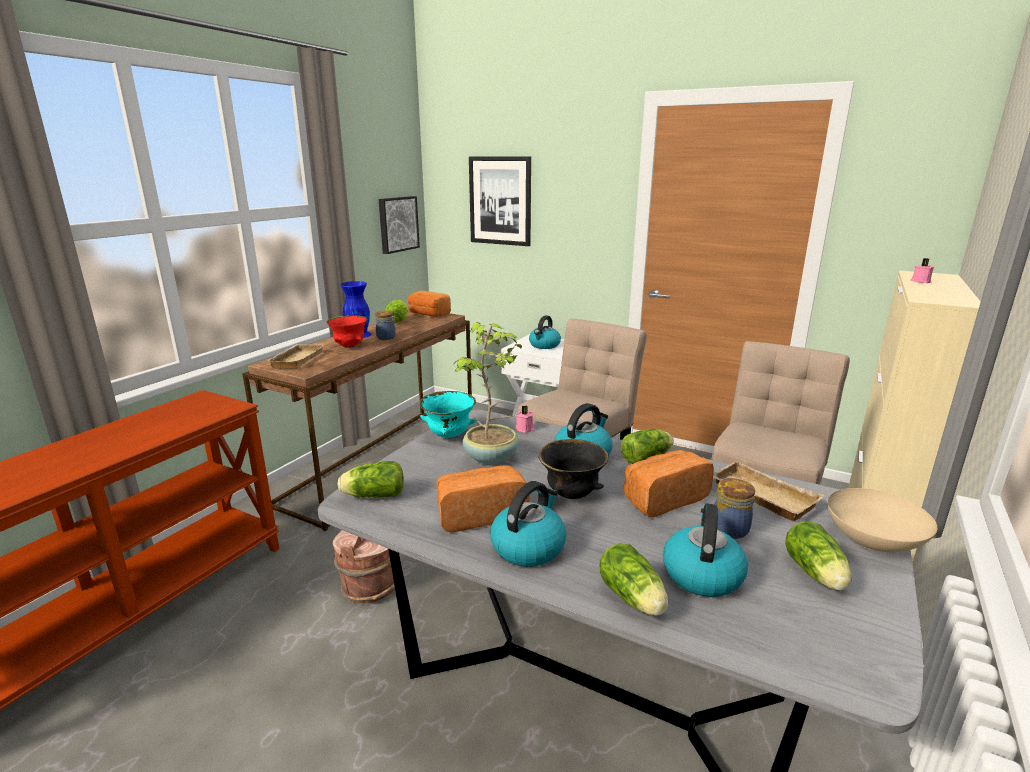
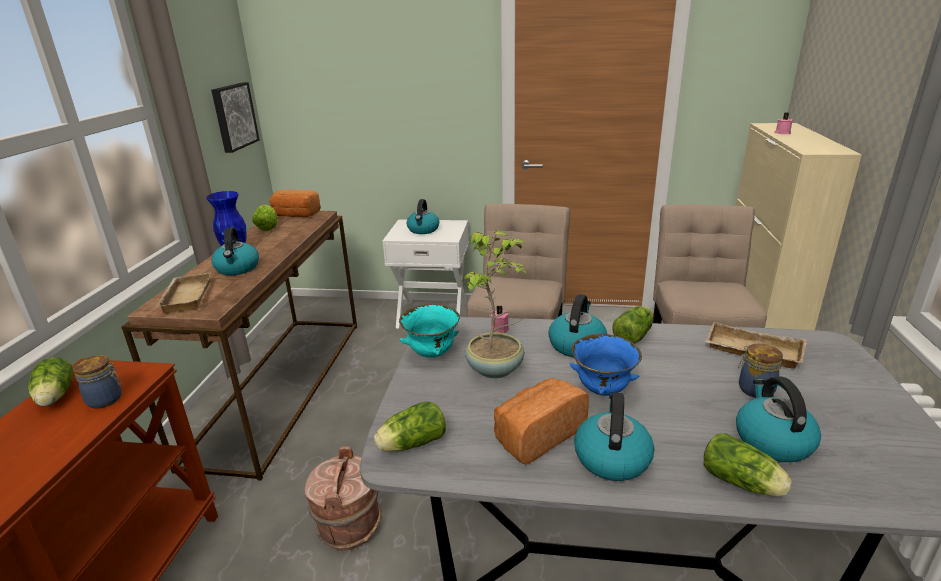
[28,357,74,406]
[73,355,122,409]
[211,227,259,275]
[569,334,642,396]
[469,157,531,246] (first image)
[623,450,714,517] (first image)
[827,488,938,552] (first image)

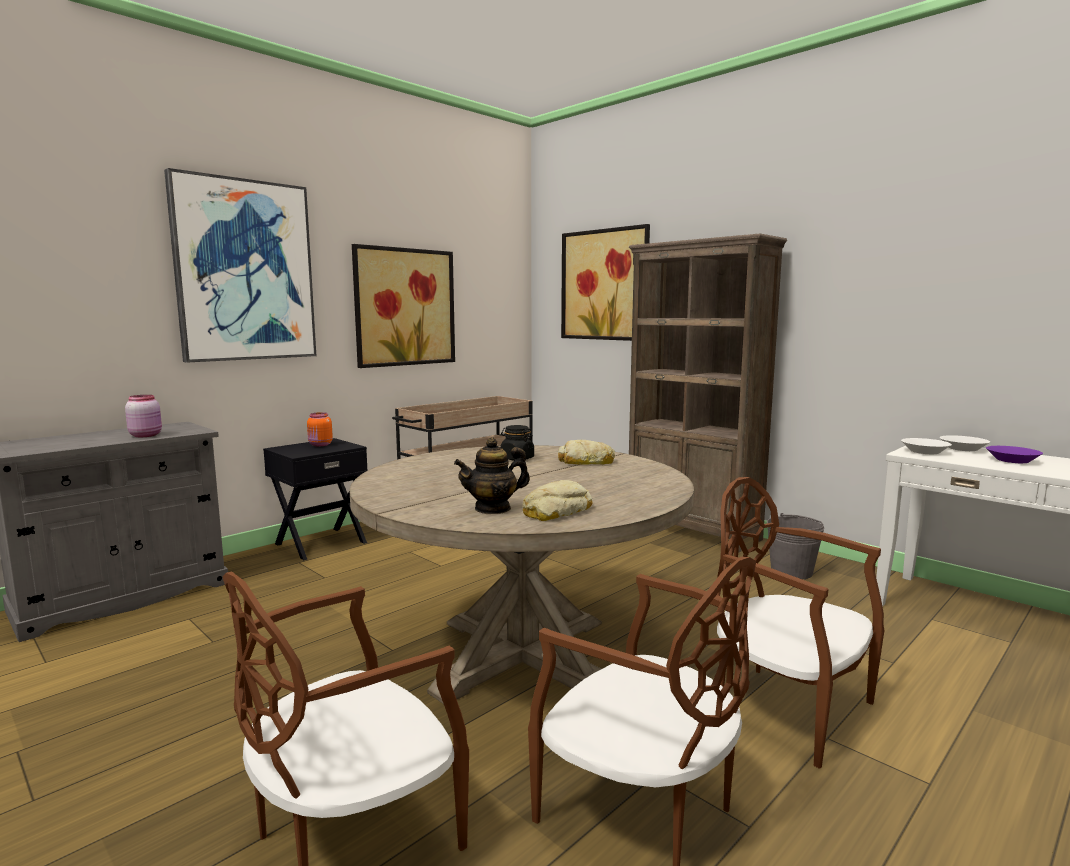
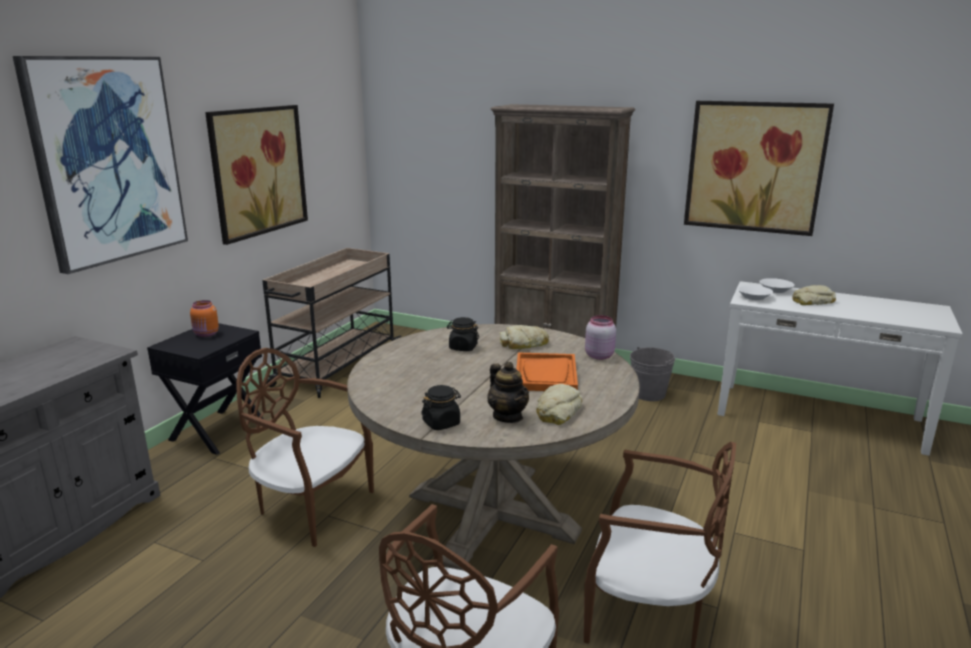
[236,348,374,547]
[421,385,461,430]
[487,362,529,423]
[516,352,578,391]
[585,315,616,360]
[684,101,834,236]
[792,285,836,305]

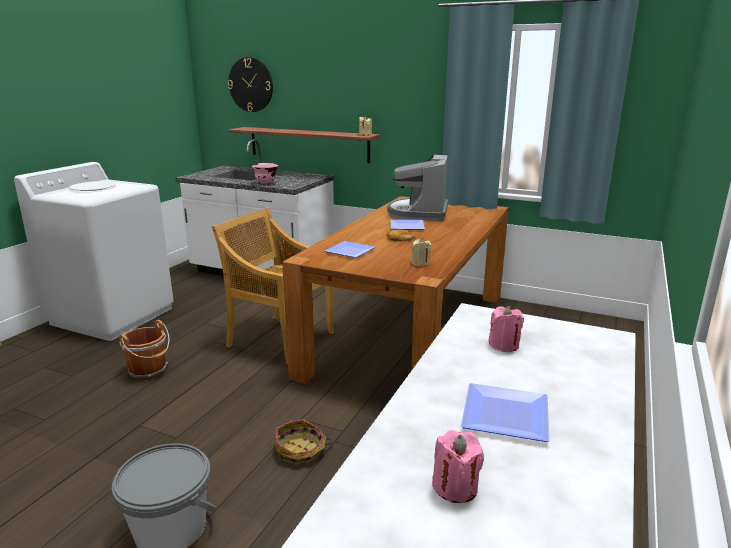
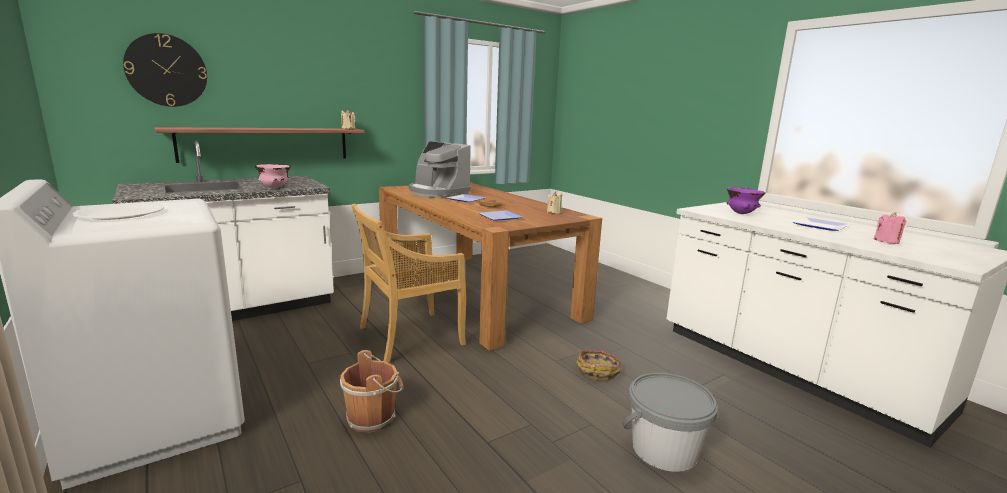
[727,187,765,214]

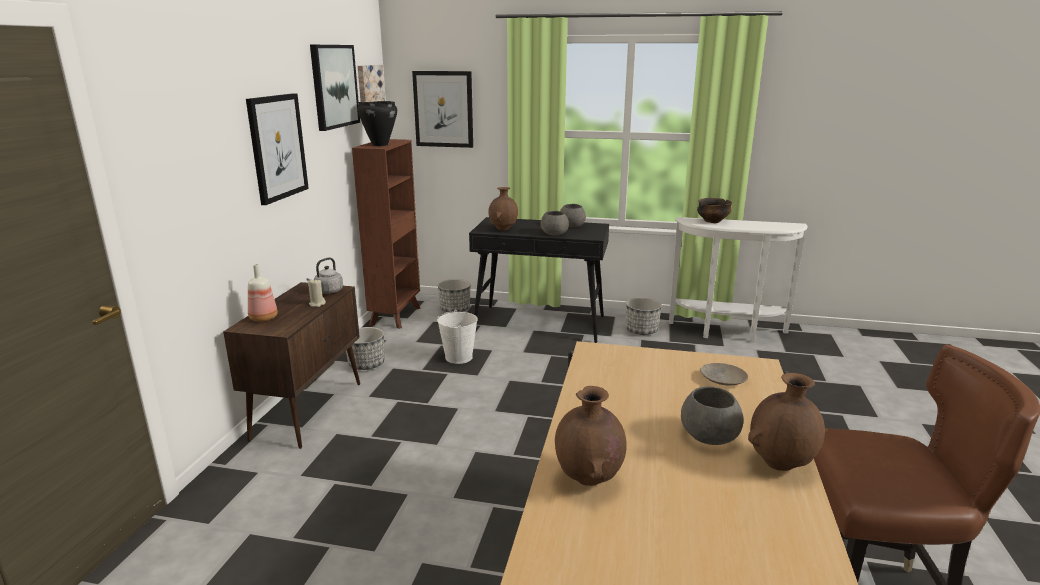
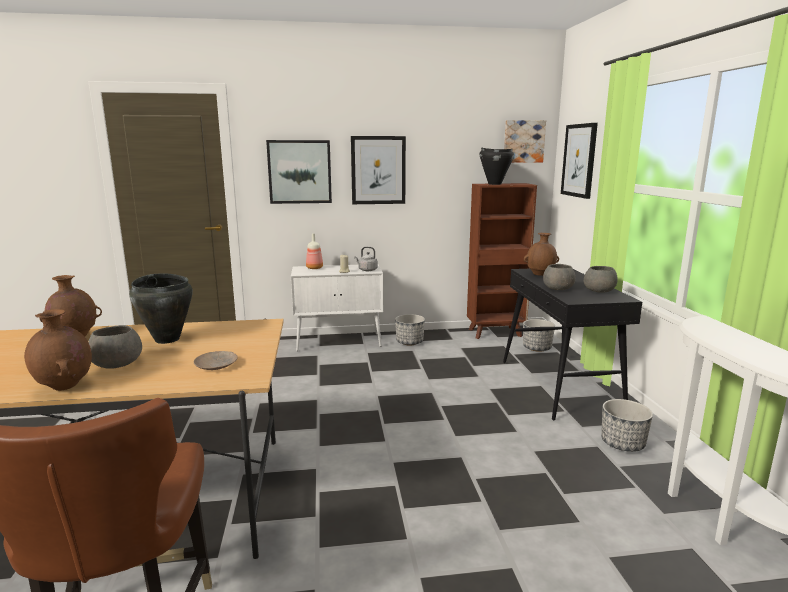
[129,273,193,344]
[266,140,332,204]
[291,264,383,351]
[437,310,478,364] (first image)
[697,198,732,223] (first image)

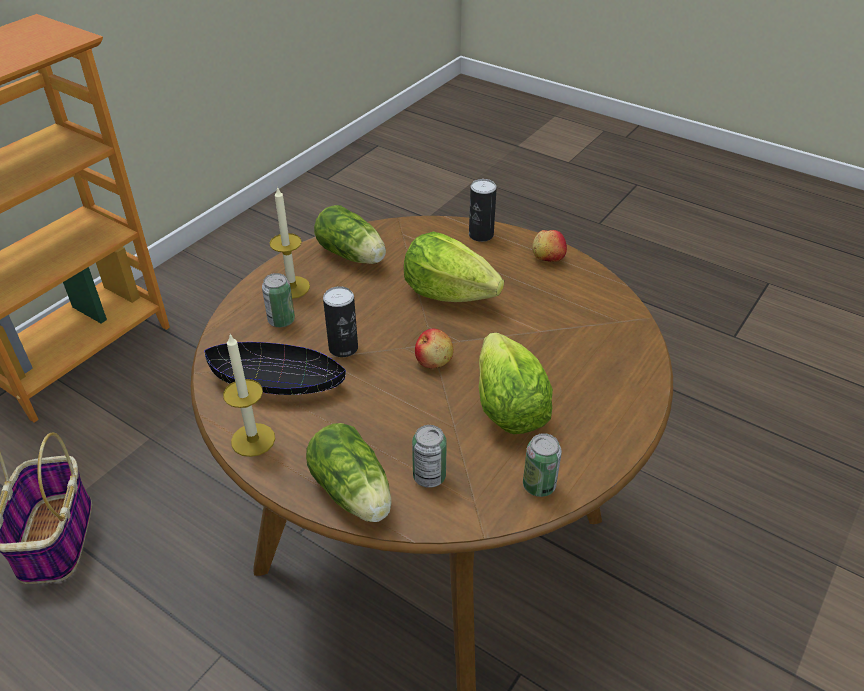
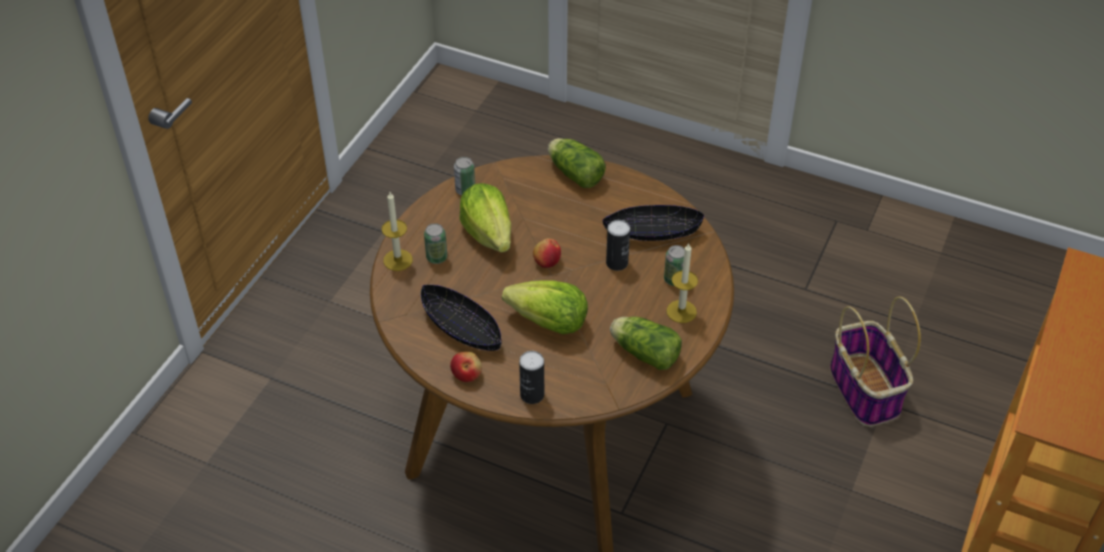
[382,192,413,271]
[421,285,502,351]
[424,223,447,264]

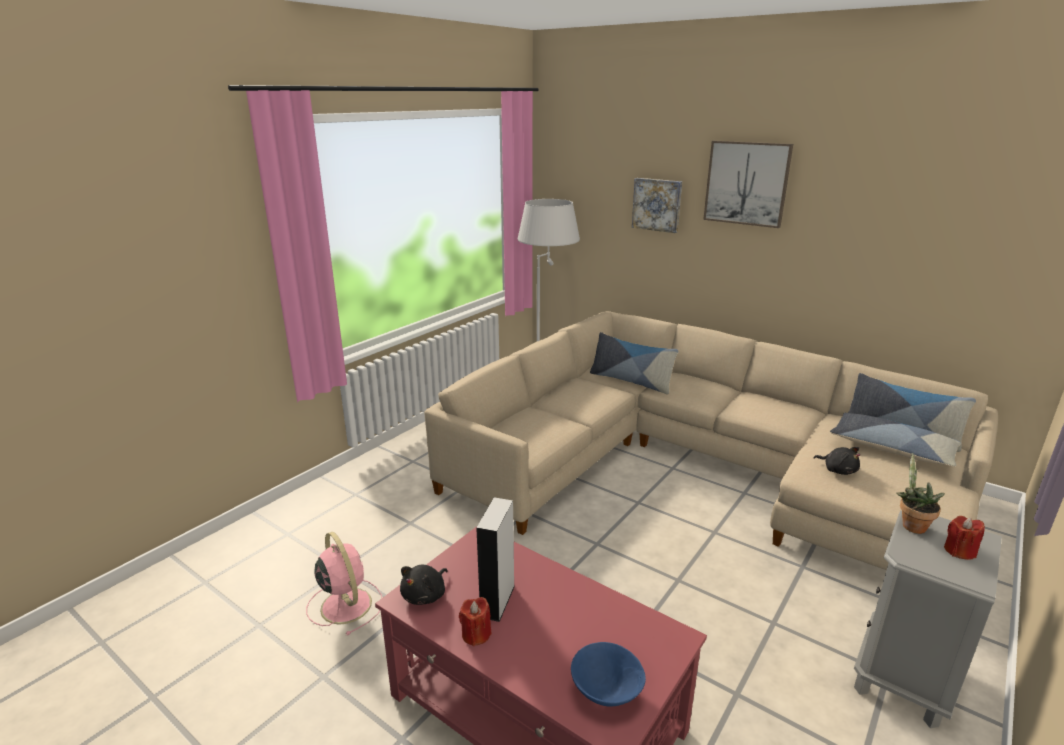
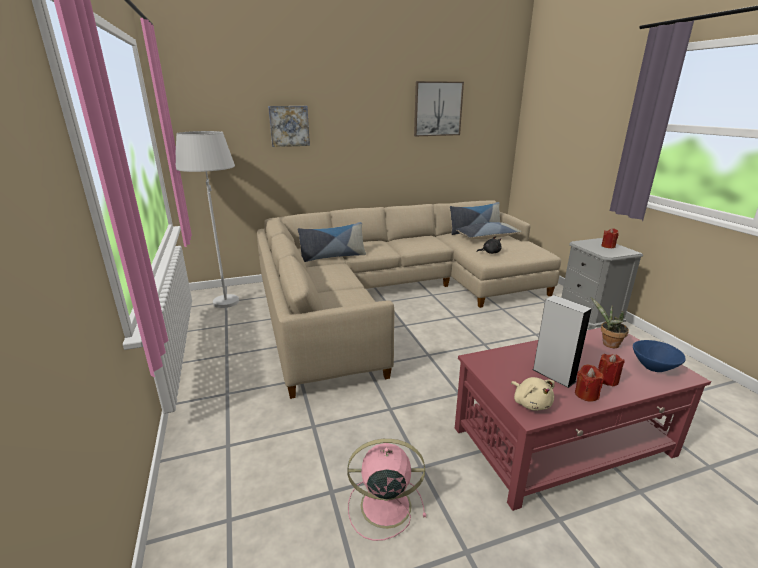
[414,81,464,136]
[511,377,555,410]
[591,297,629,348]
[598,354,625,386]

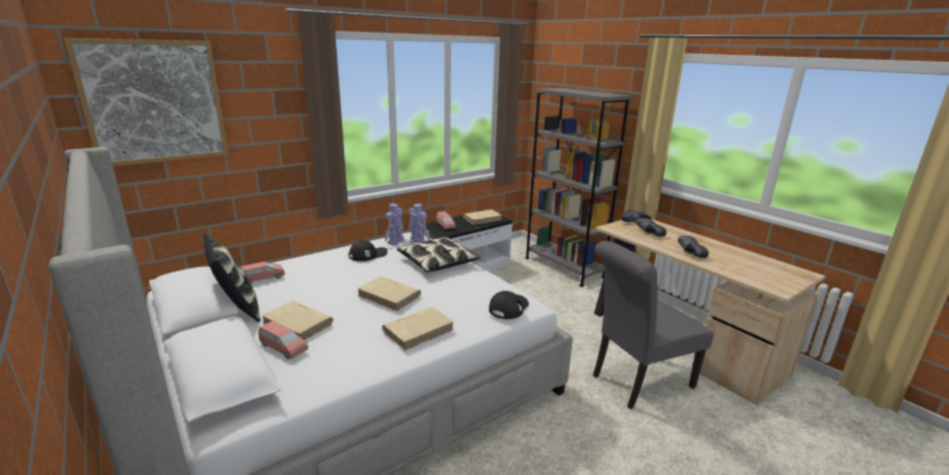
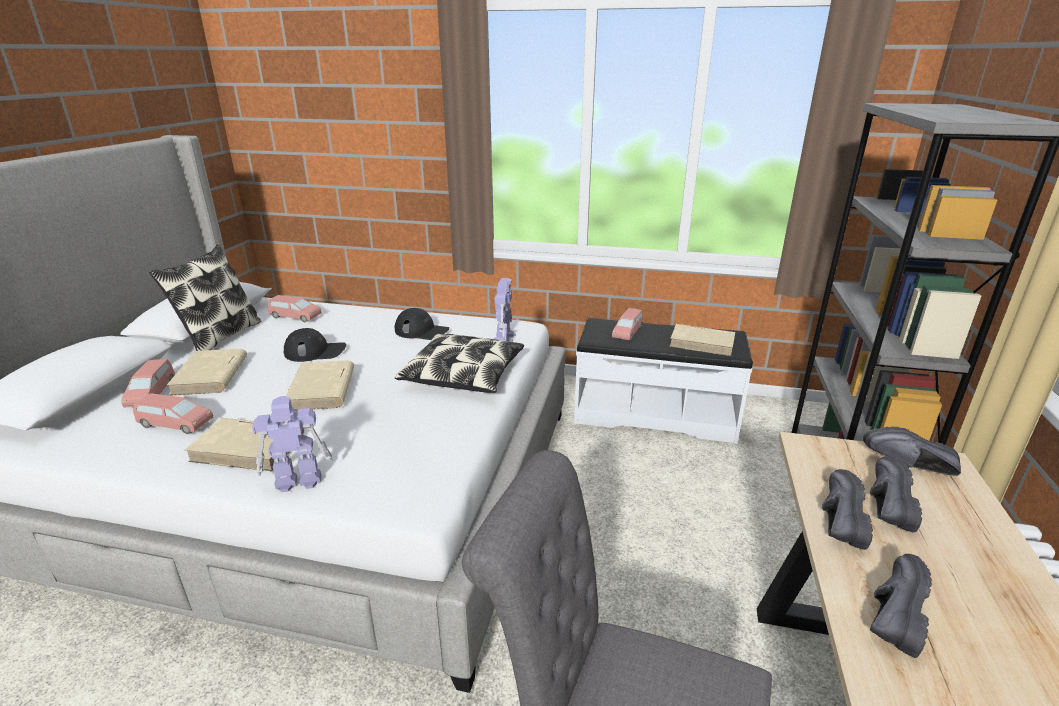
[133,393,213,434]
[252,396,333,492]
[284,328,346,362]
[822,469,873,550]
[64,38,229,166] (first image)

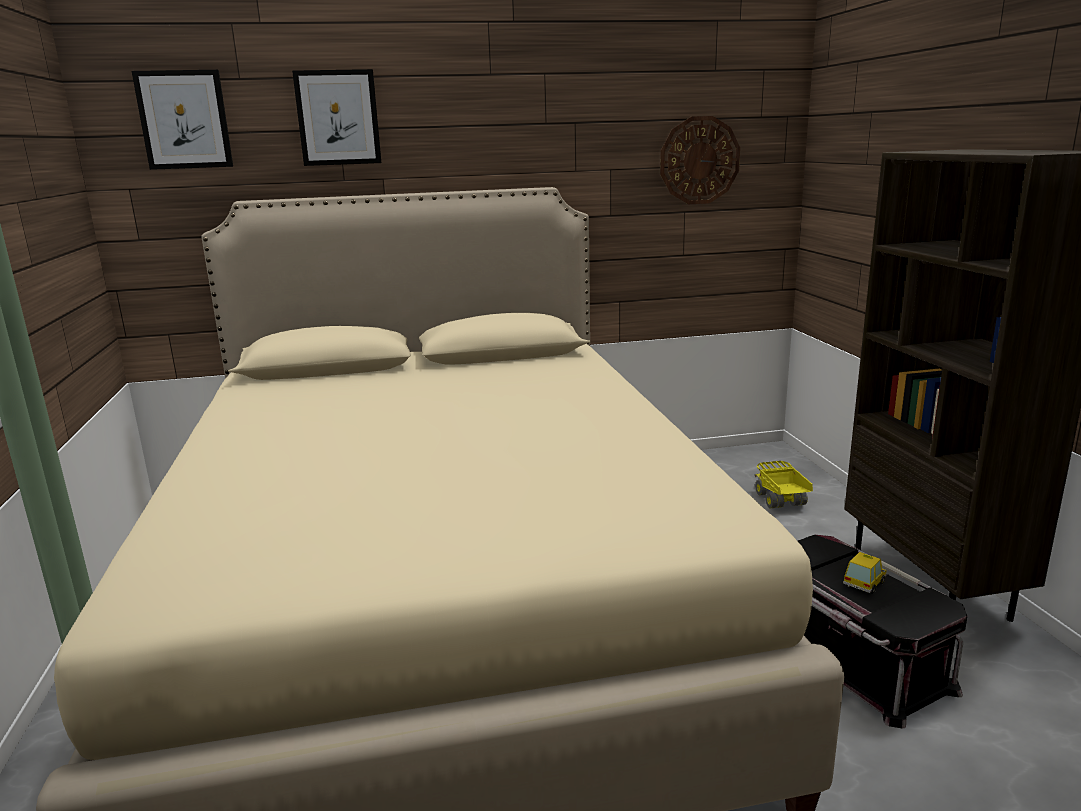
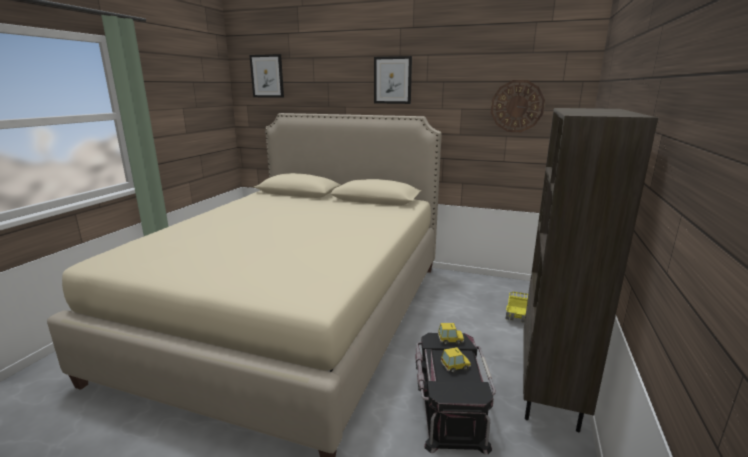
[374,56,412,104]
[438,323,464,345]

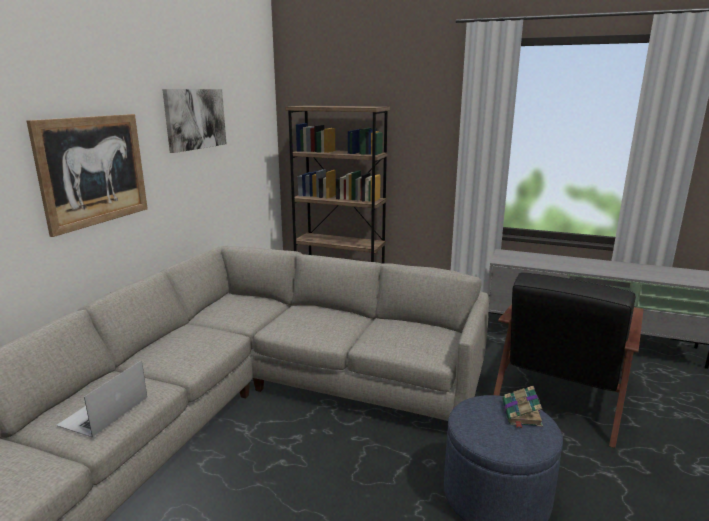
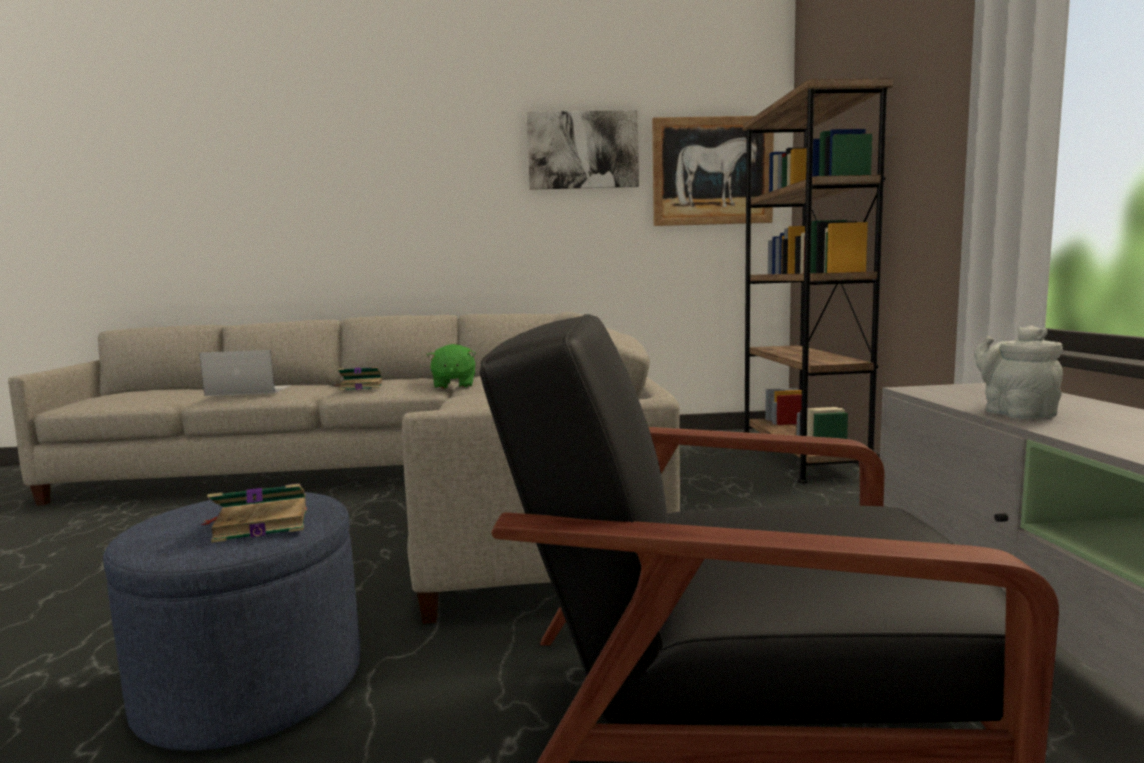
[335,367,383,391]
[427,344,476,389]
[652,116,774,226]
[974,325,1063,419]

